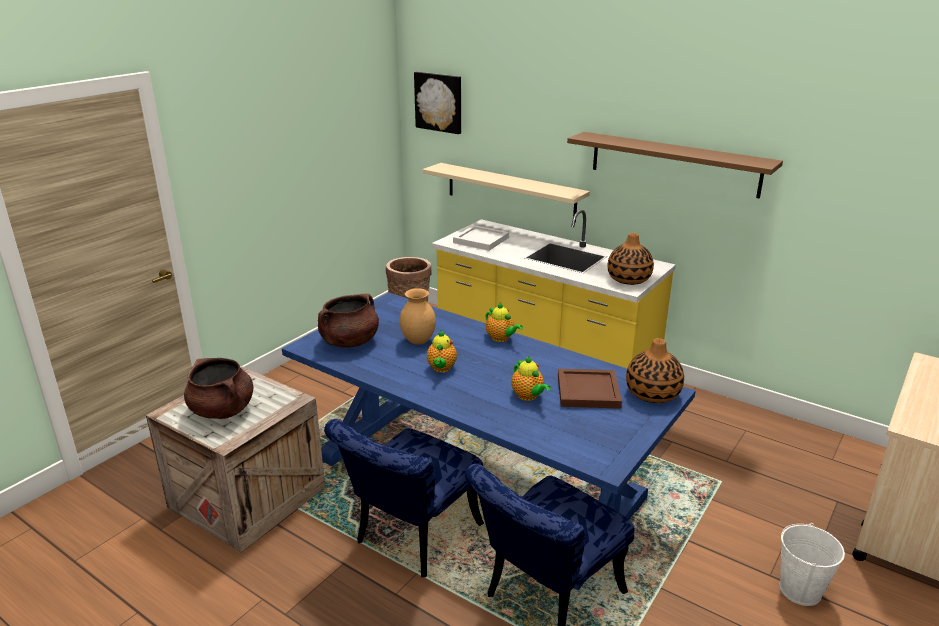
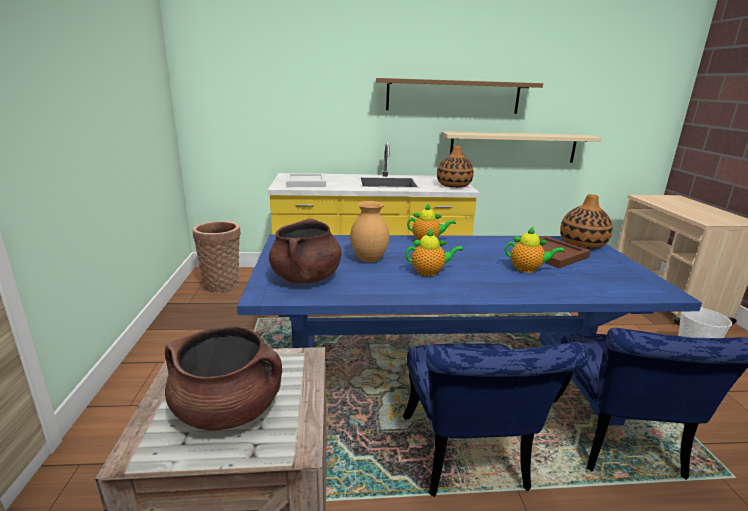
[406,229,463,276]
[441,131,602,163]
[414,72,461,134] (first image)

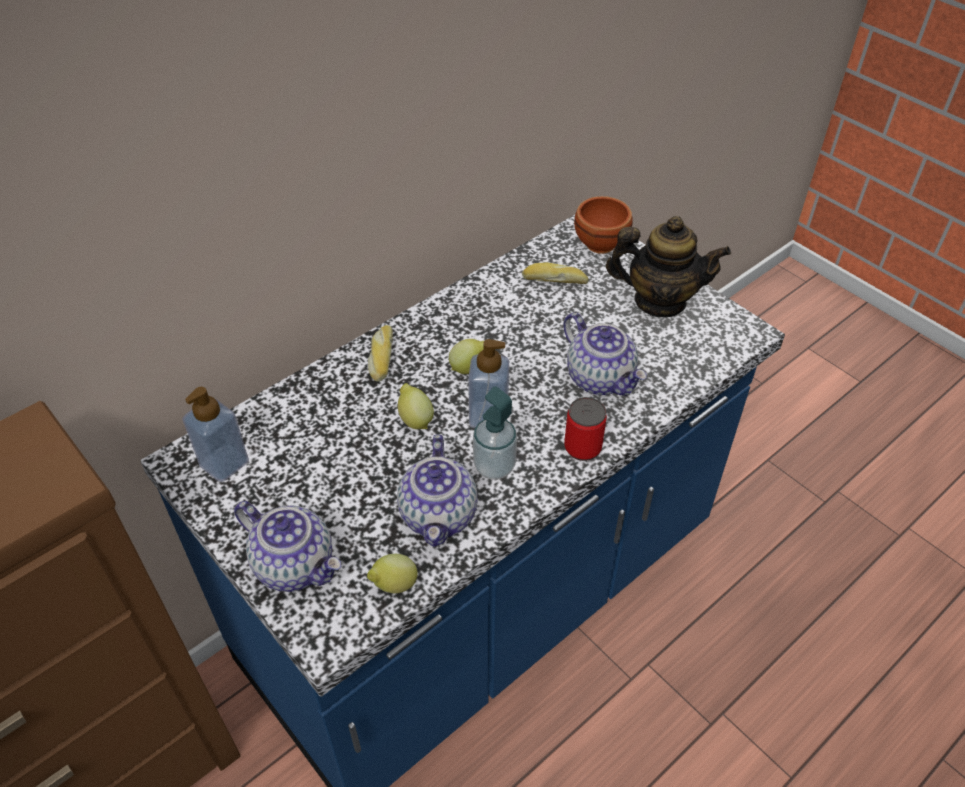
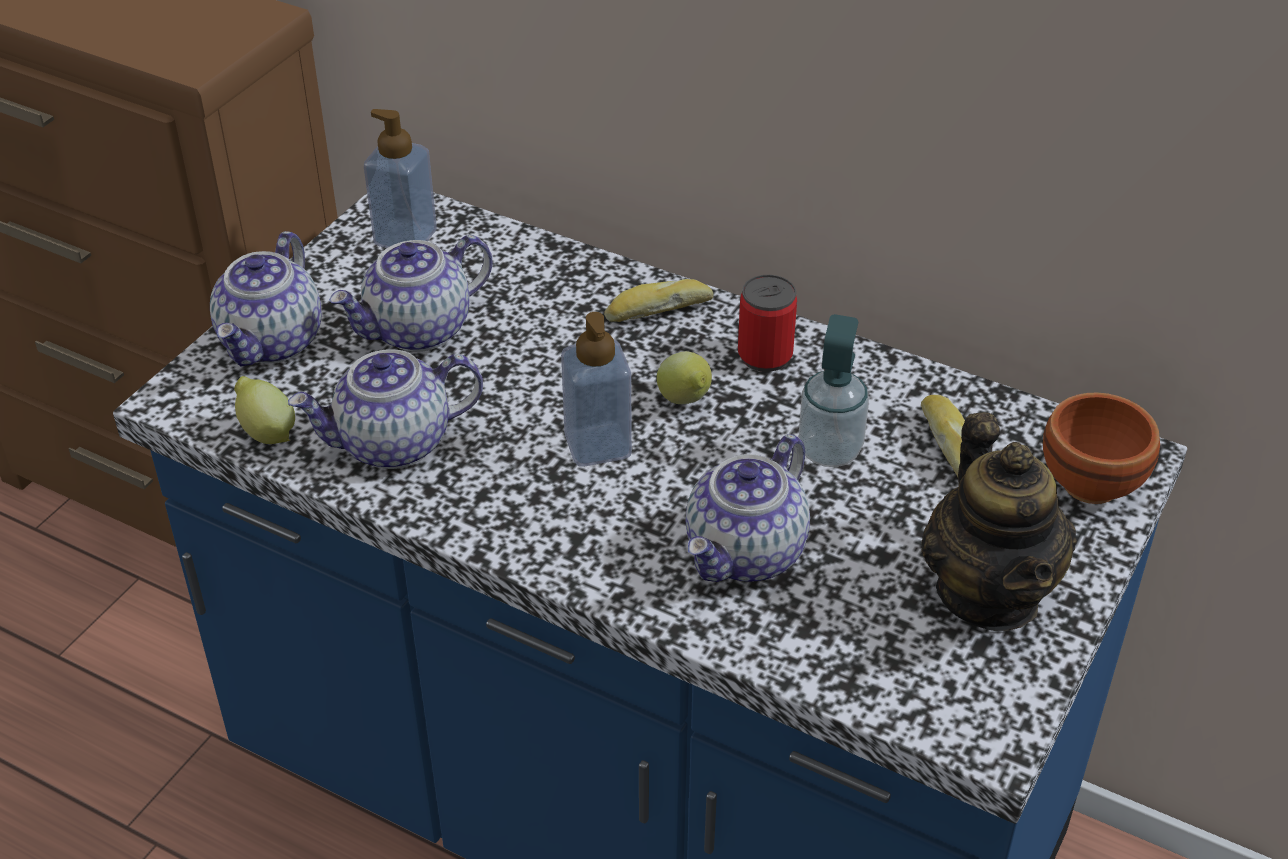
[329,235,493,352]
[738,275,797,372]
[799,314,869,467]
[398,383,434,429] (first image)

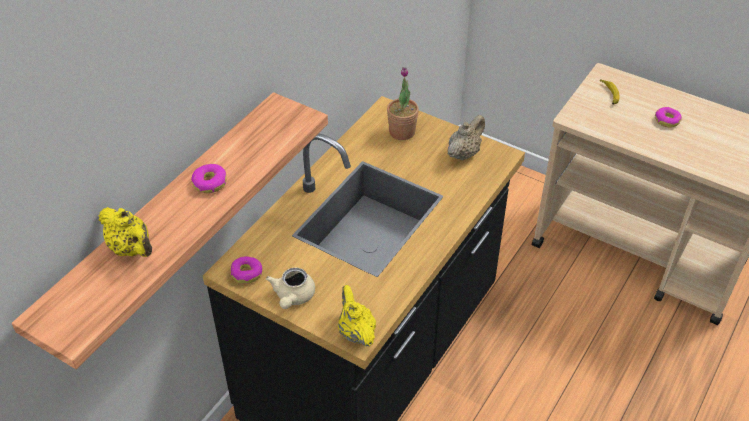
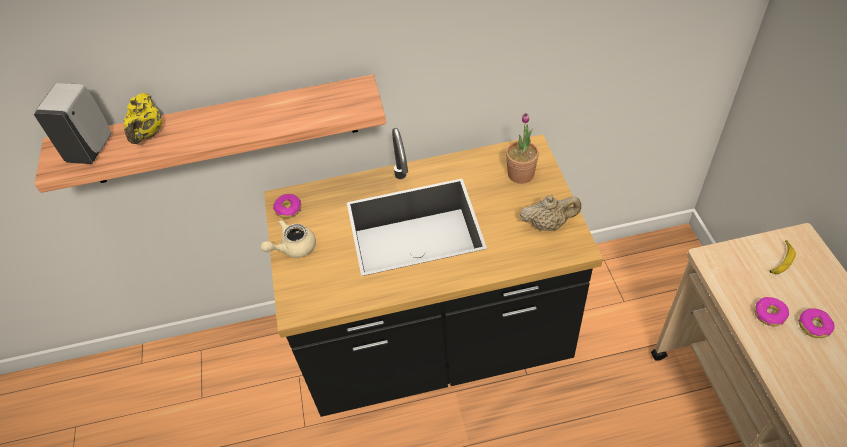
[34,83,111,164]
[754,297,789,326]
[338,285,376,347] (first image)

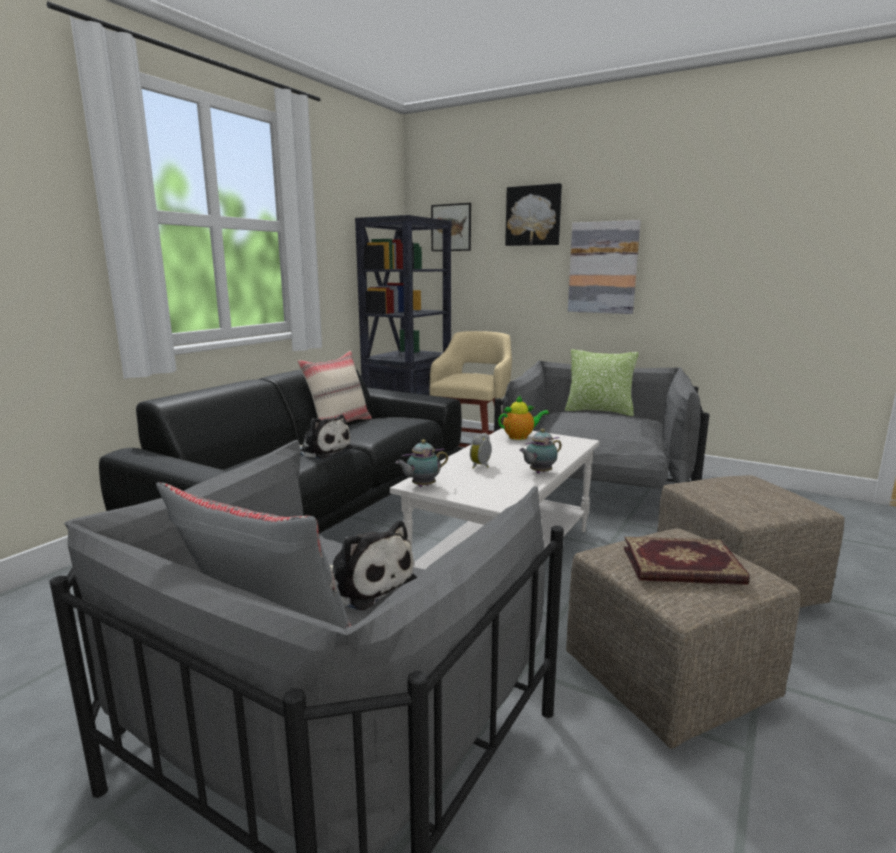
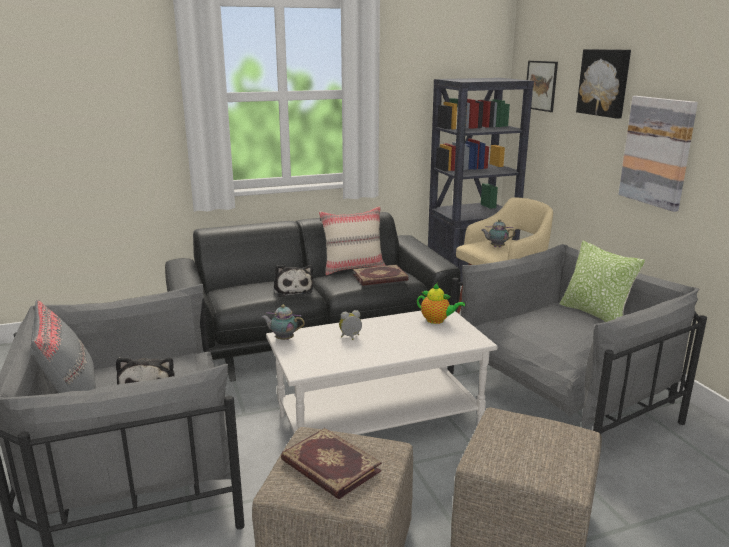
[353,264,409,286]
[481,220,515,247]

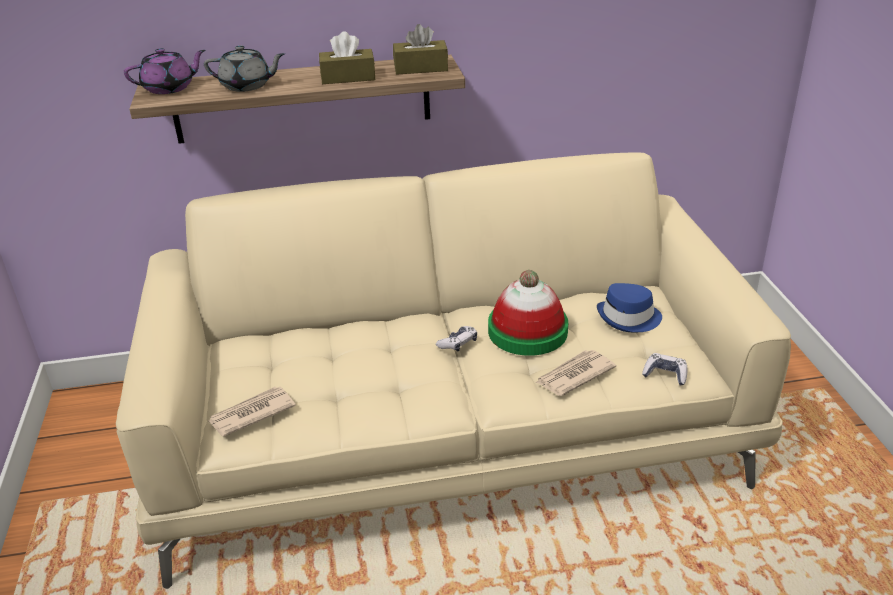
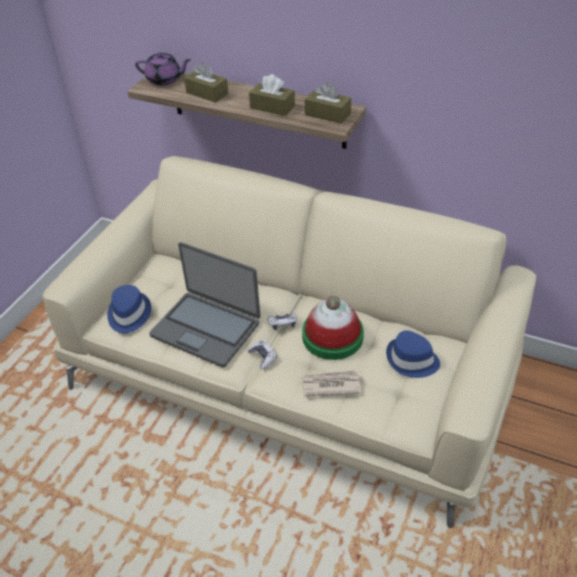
[107,285,151,333]
[149,242,261,367]
[184,63,228,103]
[247,340,277,370]

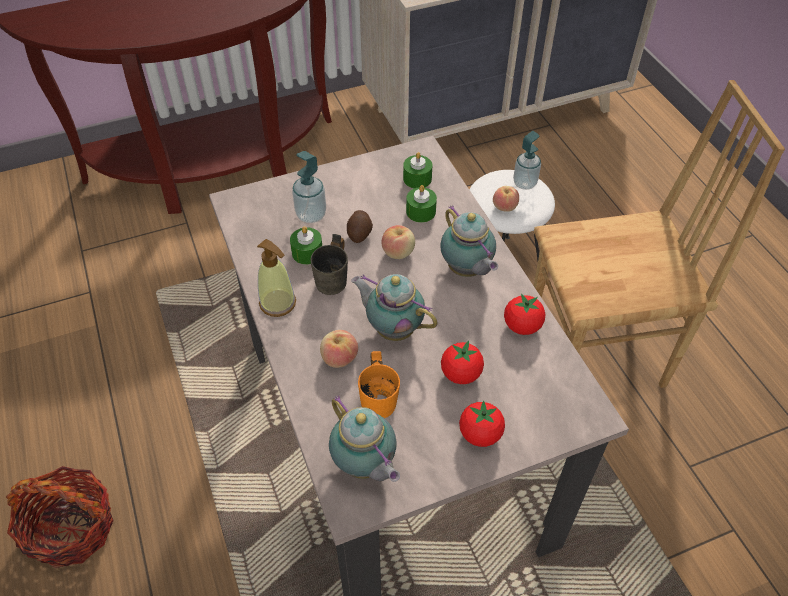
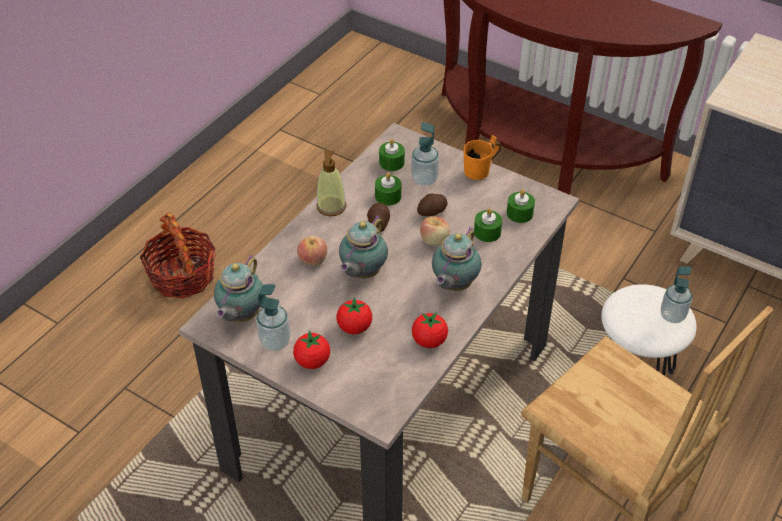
[256,284,290,351]
[339,215,388,279]
[367,203,390,232]
[379,139,405,171]
[464,135,501,180]
[493,186,519,212] (first image)

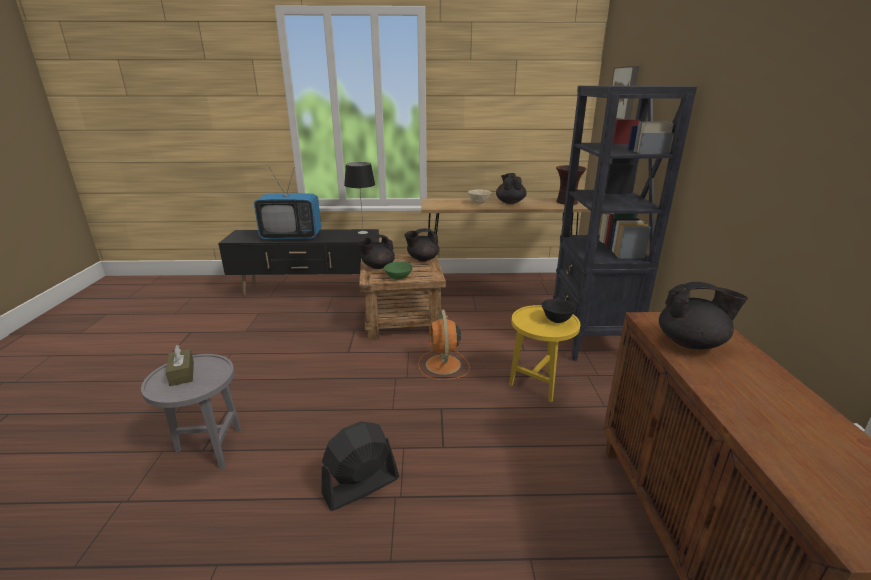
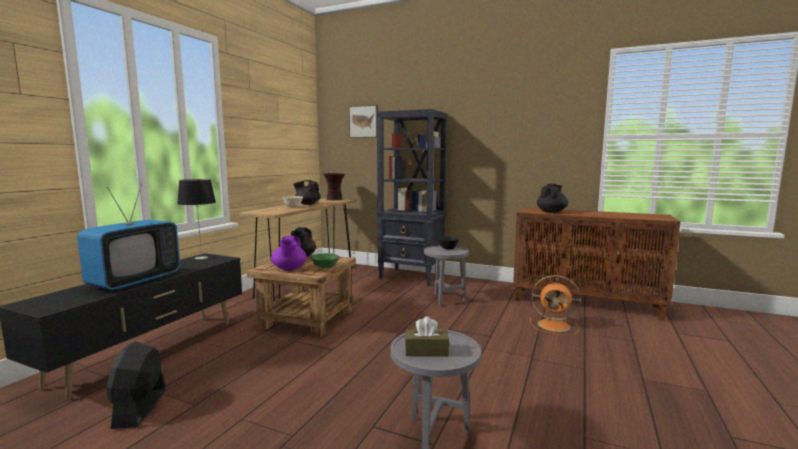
[106,341,166,429]
[271,236,307,270]
[424,245,469,306]
[529,275,581,335]

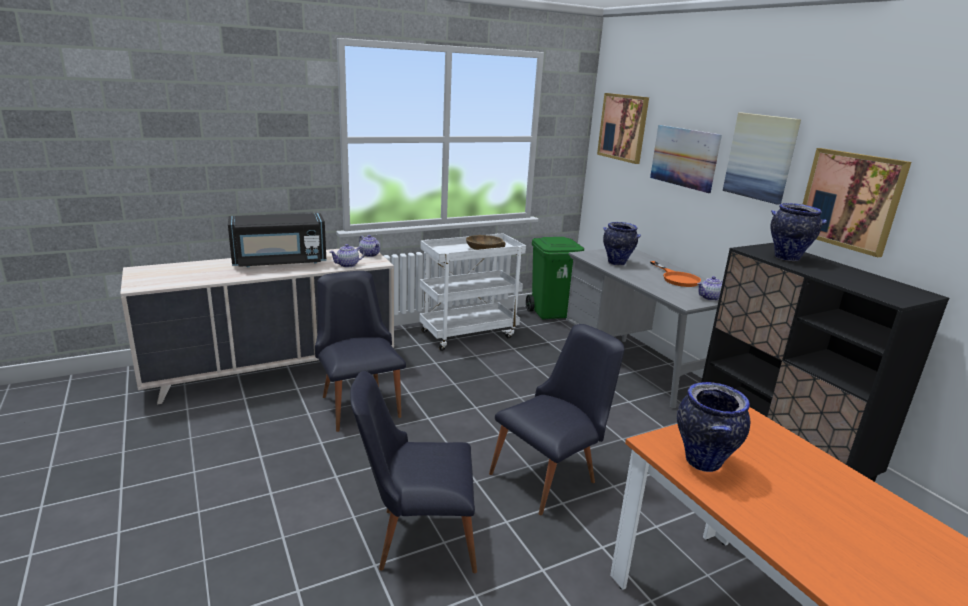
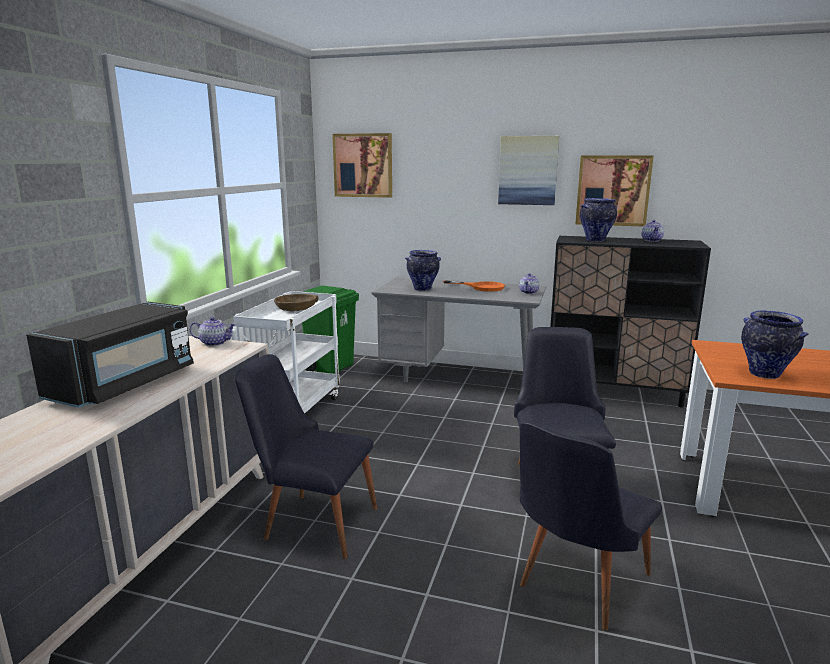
[641,220,664,242]
[650,125,722,193] (first image)

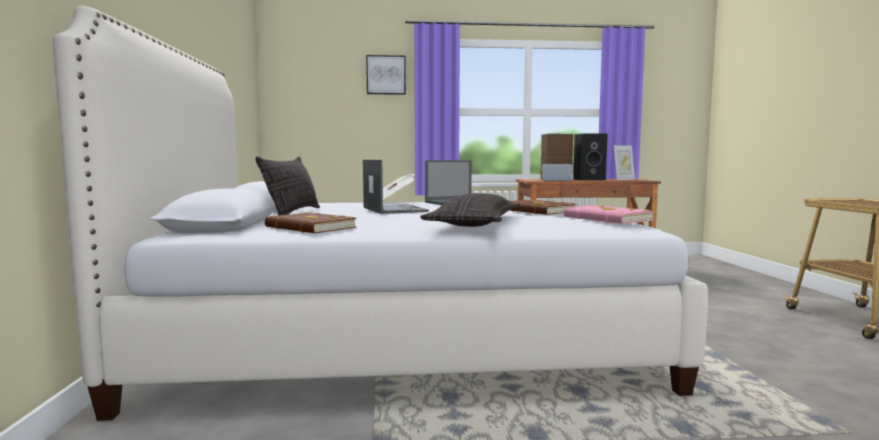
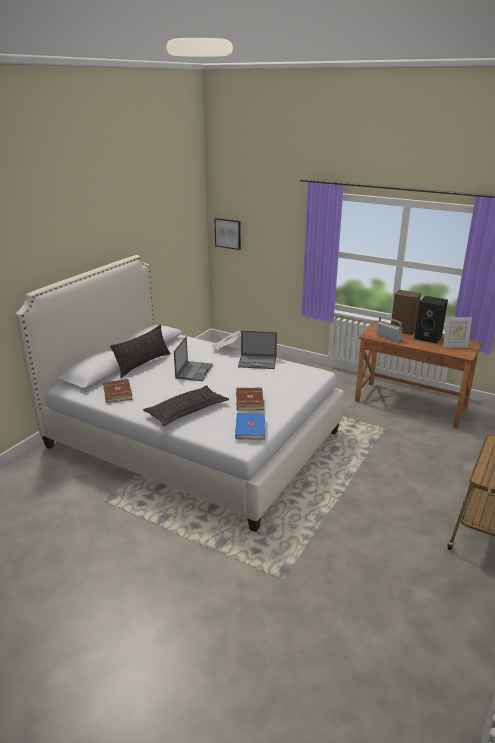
[215,218,241,250]
[235,413,265,440]

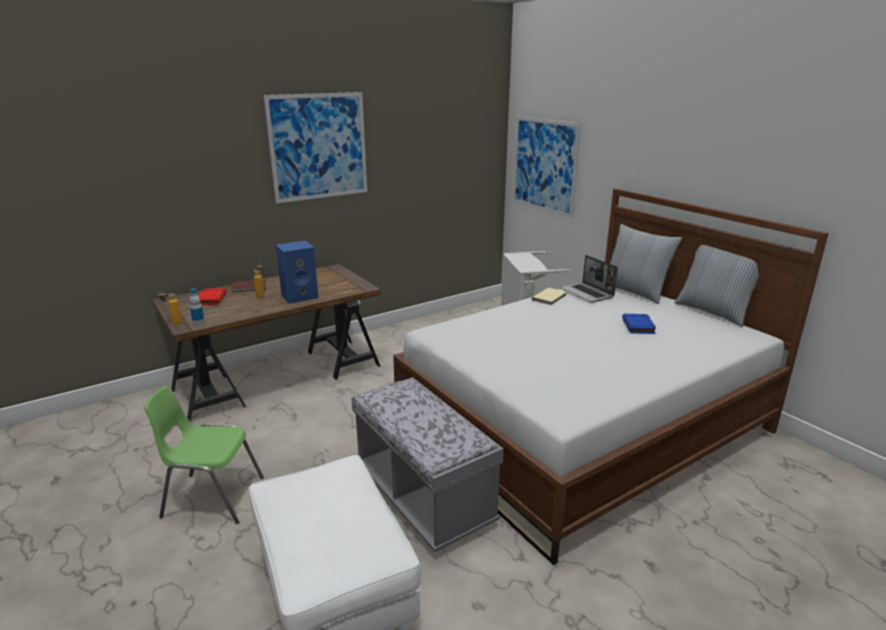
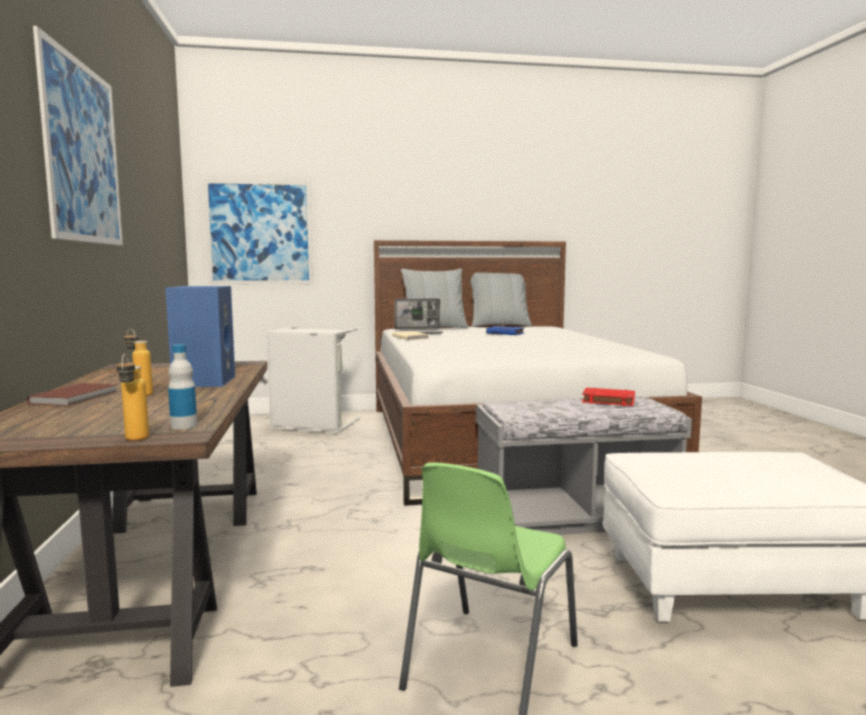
[582,388,635,406]

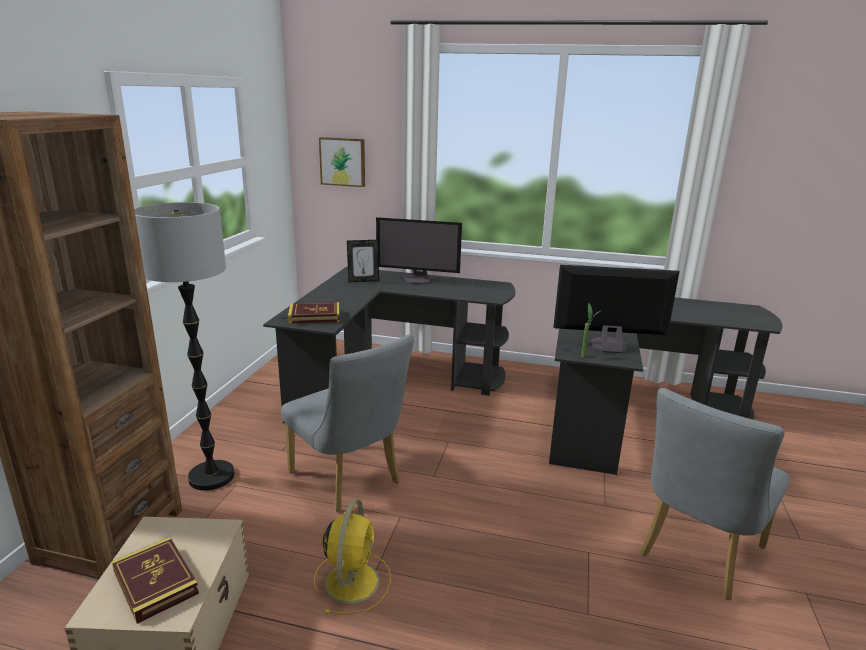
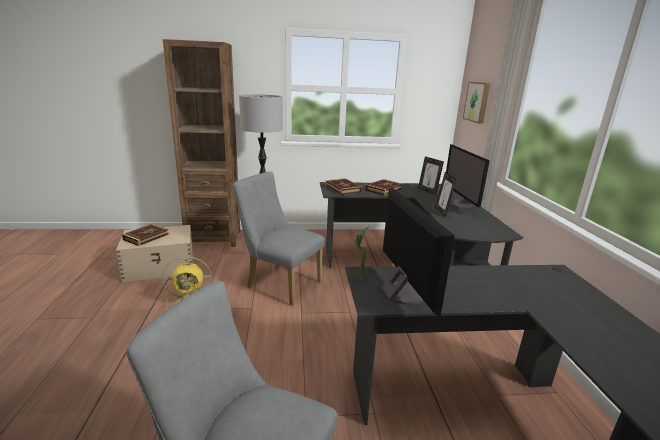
[233,172,325,306]
[365,179,403,196]
[435,172,457,217]

